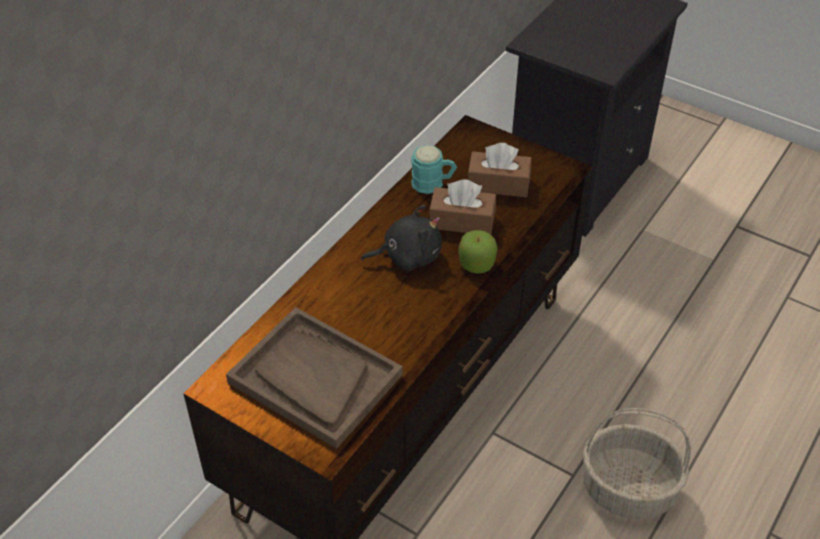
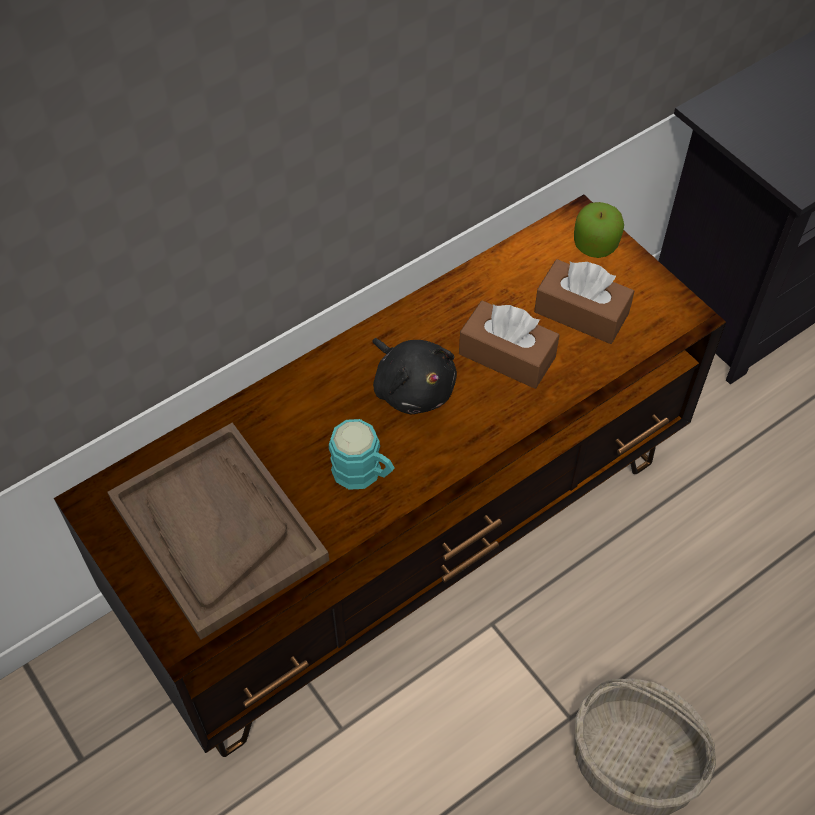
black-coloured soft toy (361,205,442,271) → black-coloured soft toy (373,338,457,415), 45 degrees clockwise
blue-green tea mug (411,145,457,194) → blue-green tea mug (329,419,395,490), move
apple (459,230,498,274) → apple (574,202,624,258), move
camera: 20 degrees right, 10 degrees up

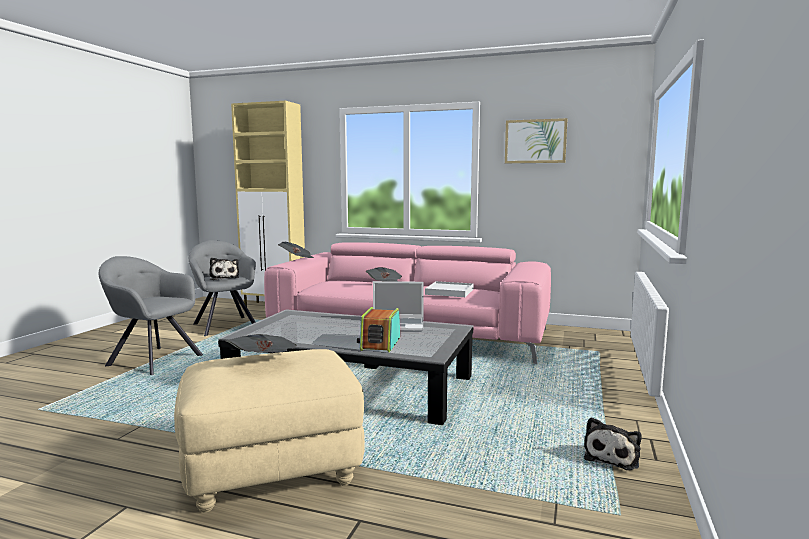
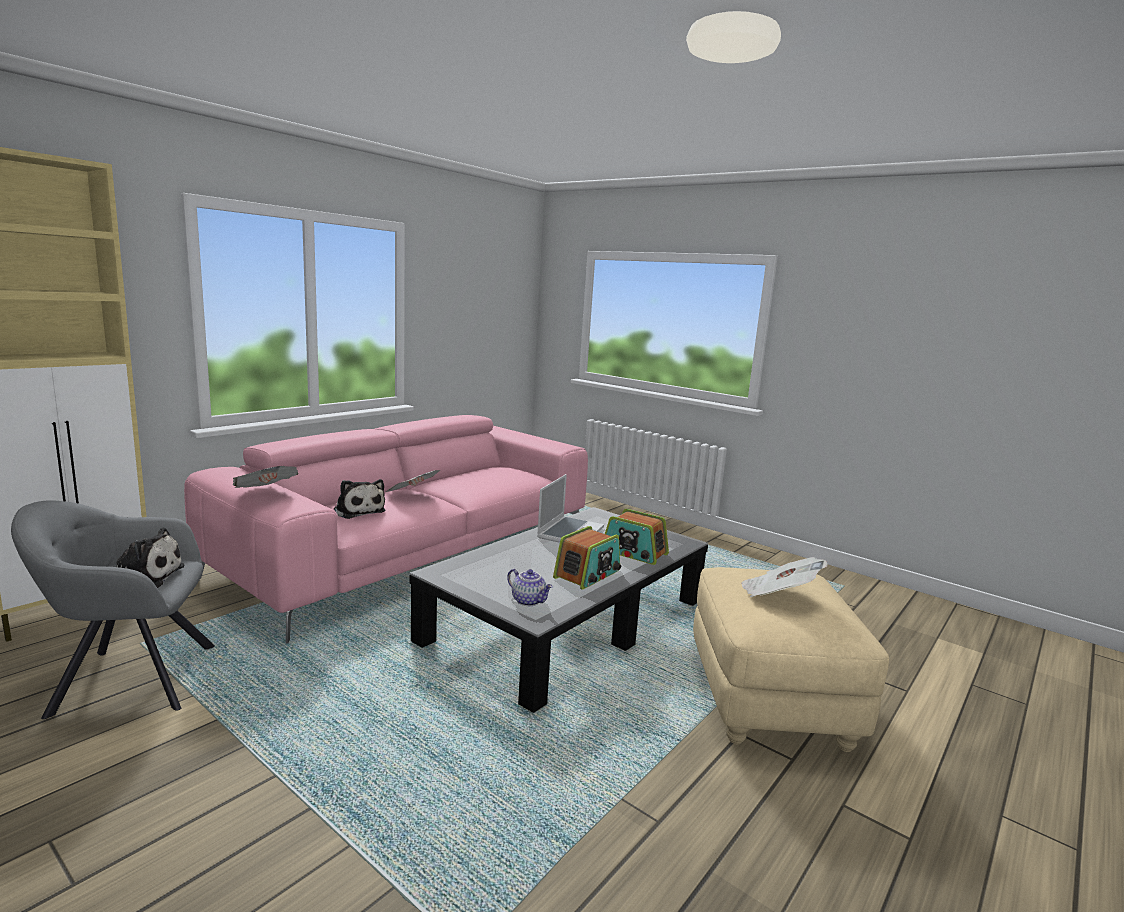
grey easy chair (99,256,203,375) → -
white serving tray (425,281,473,297) → -
wall picture (505,118,567,163) → -
soft toy (584,417,641,470) → soft toy (334,479,386,519), move
- → tea pot (507,569,553,606)
- → radio set (553,526,621,590)
camera: 70 degrees left, 5 degrees up

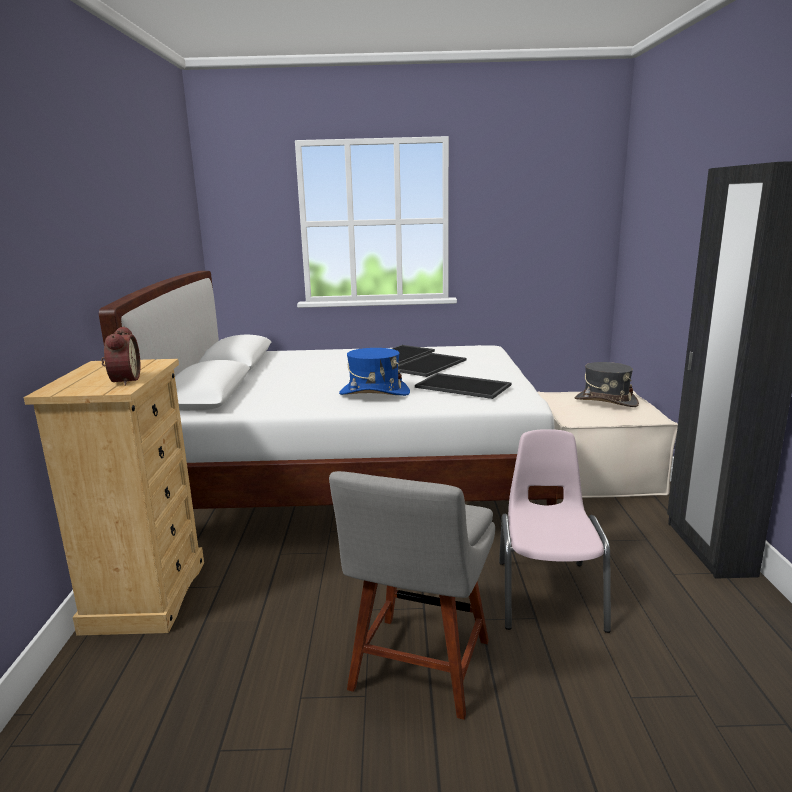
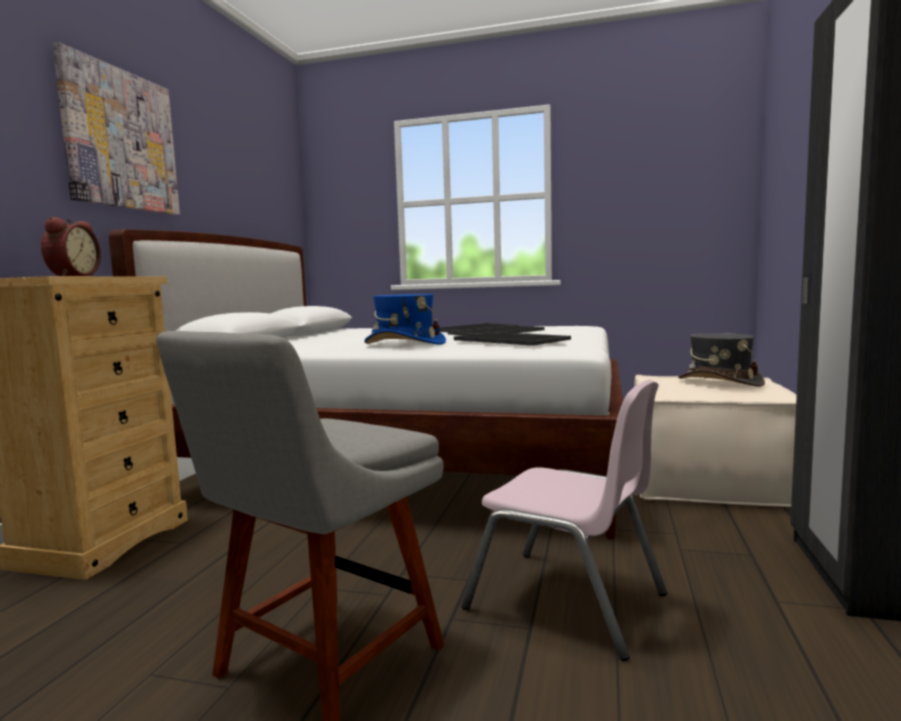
pinkish chair (499,429,611,633) → pinkish chair (461,379,667,661), 105 degrees clockwise
- → wall picture (53,43,180,215)
camera: 15 degrees right, 10 degrees down

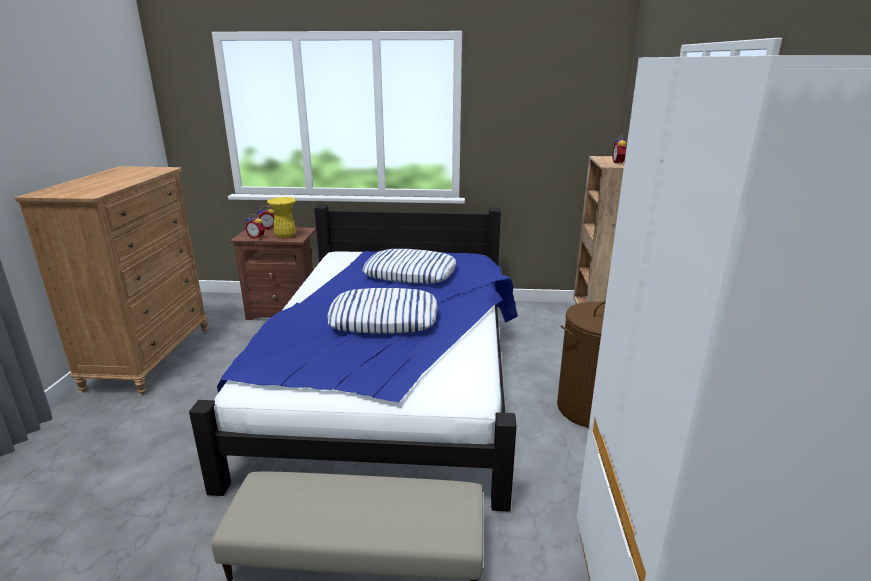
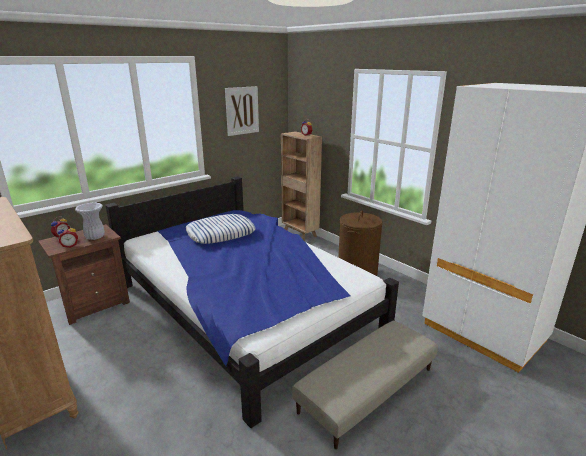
yellow vase (267,197,296,238) → white vase (75,203,105,240)
throw pillow (327,288,438,333) → -
- → wall picture (225,86,259,136)
camera: 45 degrees left, 0 degrees up

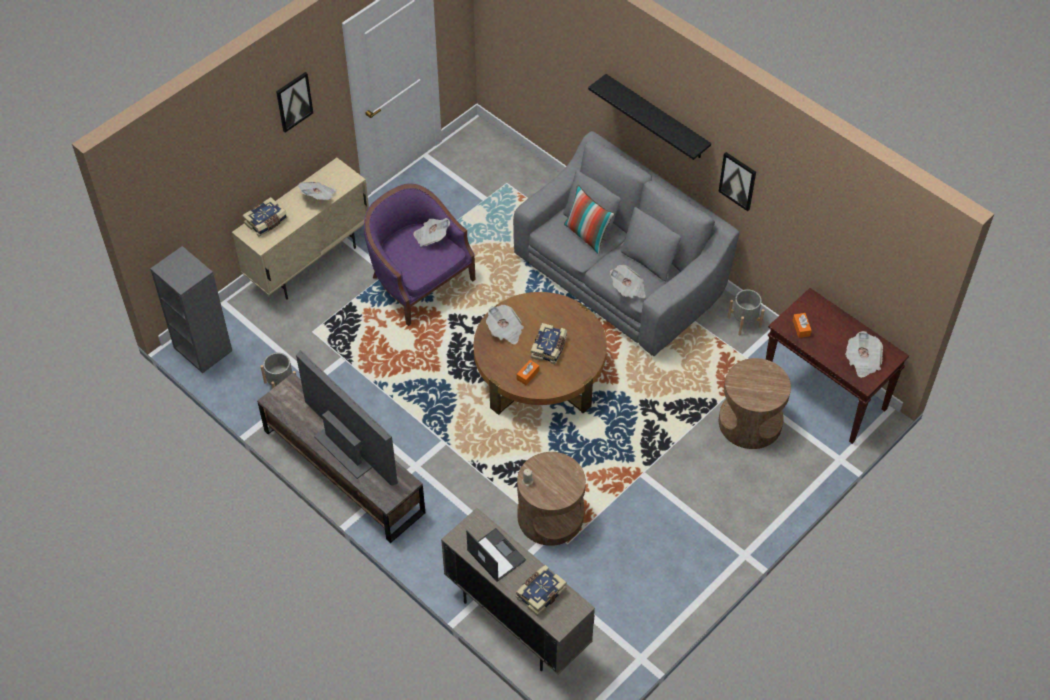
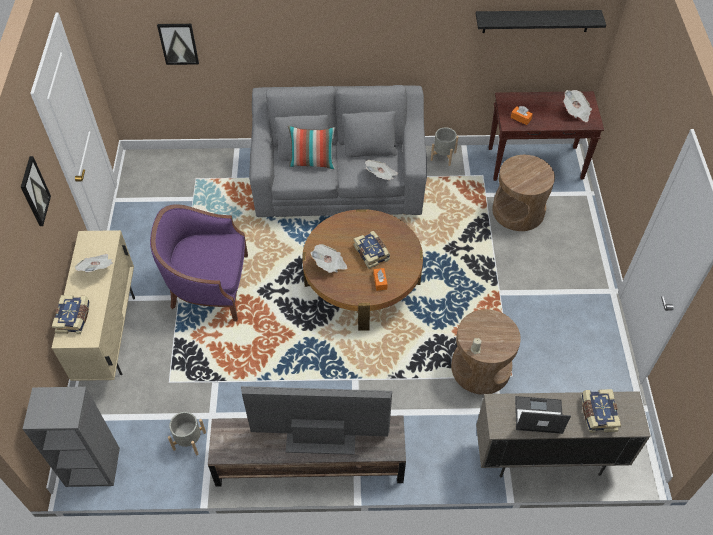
printed paper (413,218,450,247) → -
black-coloured bracket shelf (588,74,711,160) → black-coloured bracket shelf (476,10,606,33), move
wall picture (718,152,756,211) → wall picture (157,23,199,65), move
camera: 45 degrees left, 0 degrees up

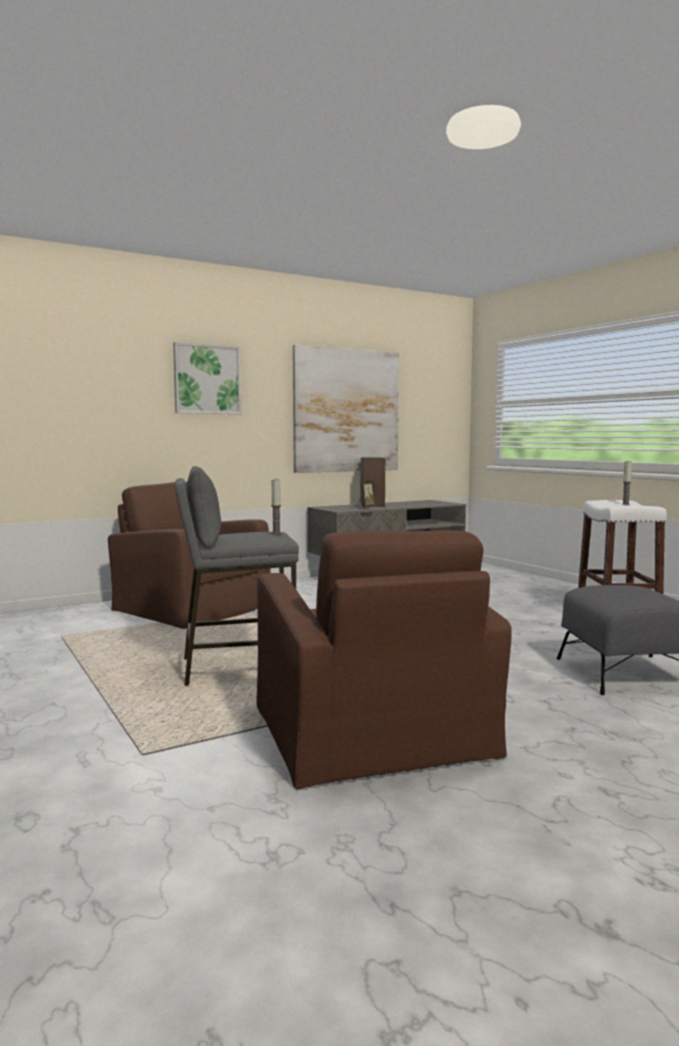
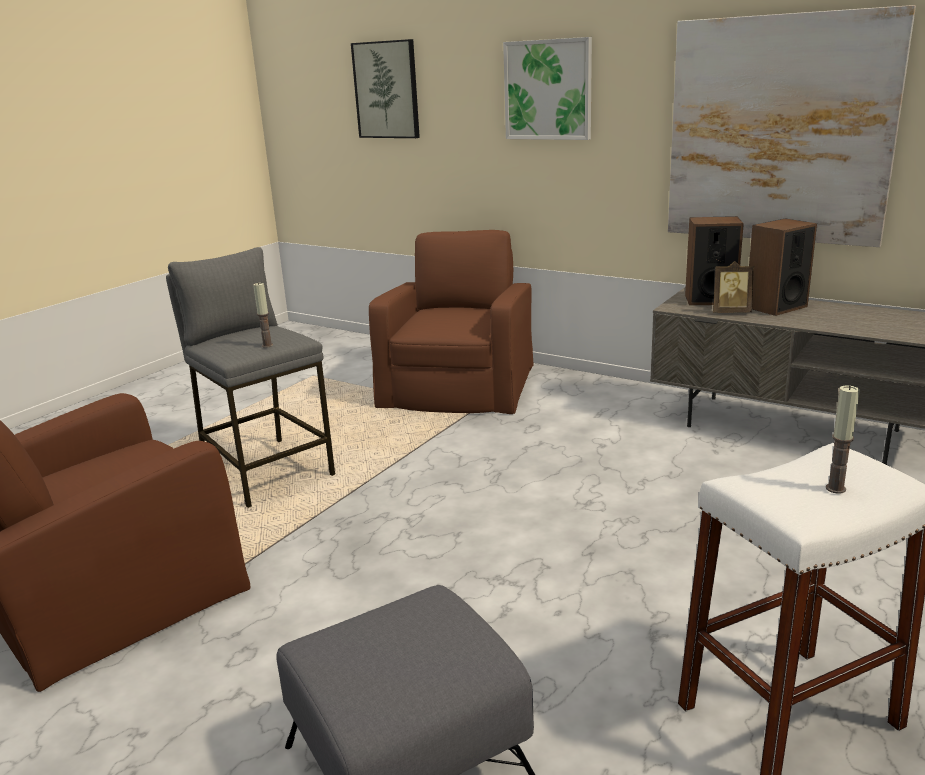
- → wall picture (351,39,420,138)
- → audio speaker (685,216,744,305)
camera: 65 degrees right, 15 degrees up

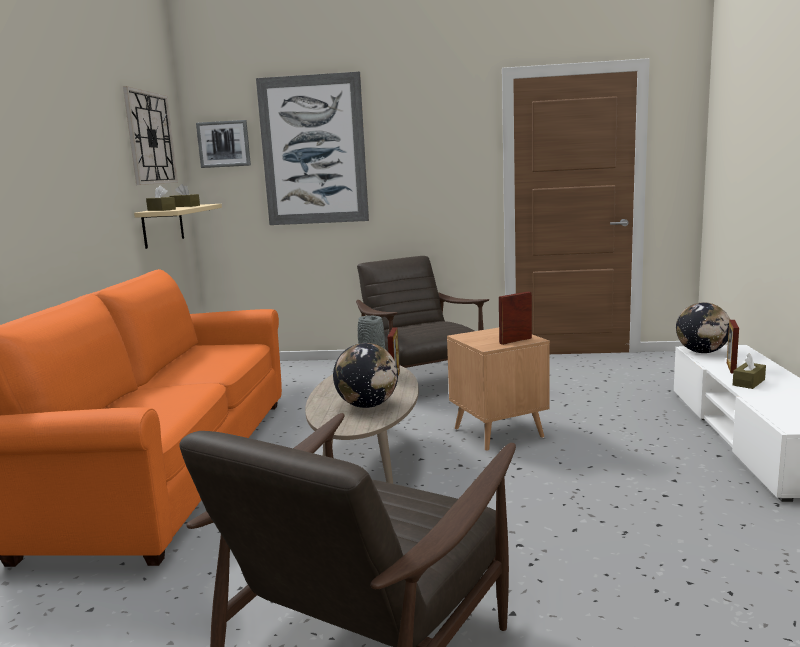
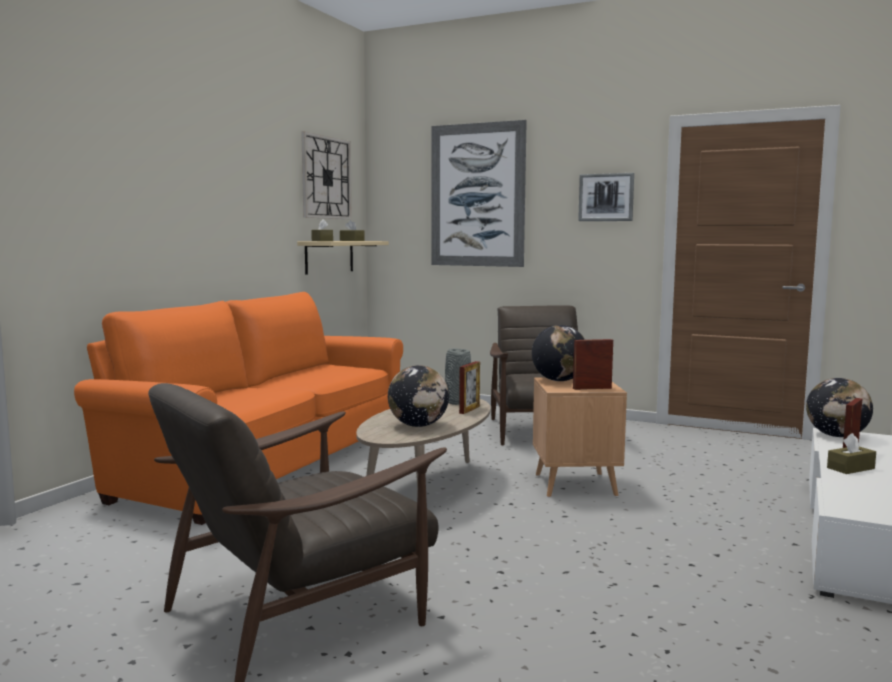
wall picture (196,120,251,168) → wall picture (578,173,634,221), move
- → globe (532,325,585,381)
camera: 20 degrees right, 5 degrees down

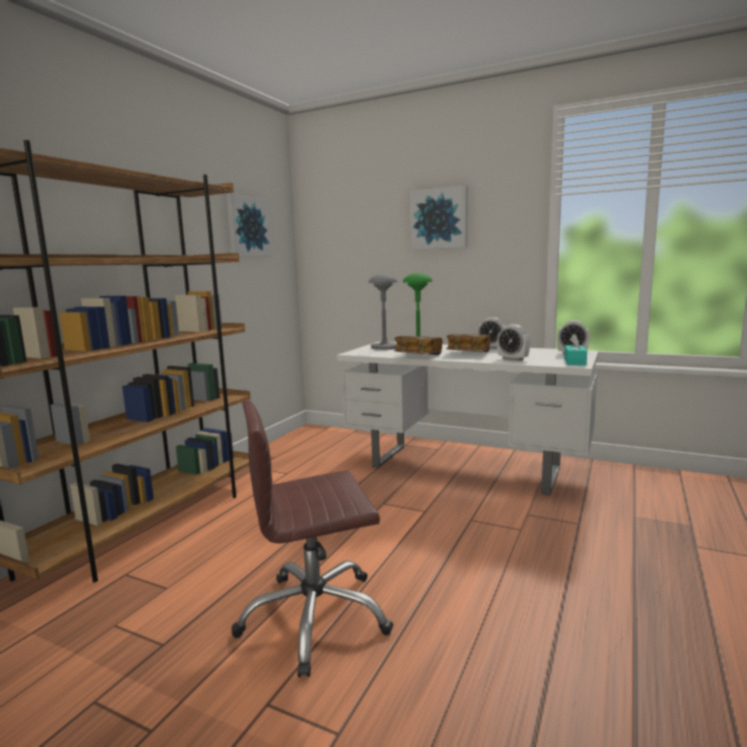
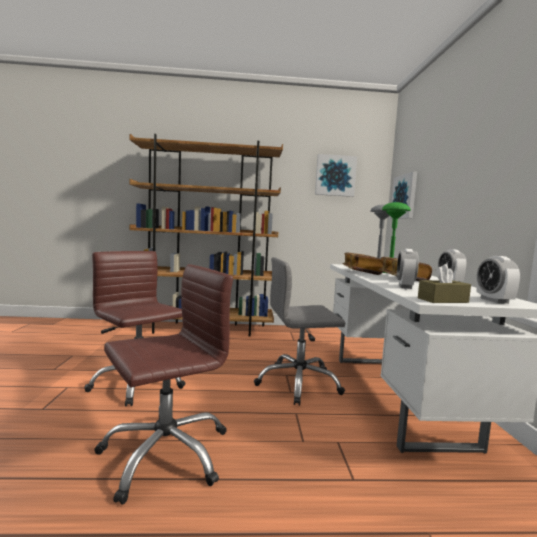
wall picture (410,185,468,250) → wall picture (390,171,417,219), move
blue-green tissue box (564,334,587,366) → brown tissue box (418,264,471,303)
- → brown desk chair (94,264,233,505)
- → grey desk chair (254,257,345,406)
camera: 60 degrees right, 5 degrees down

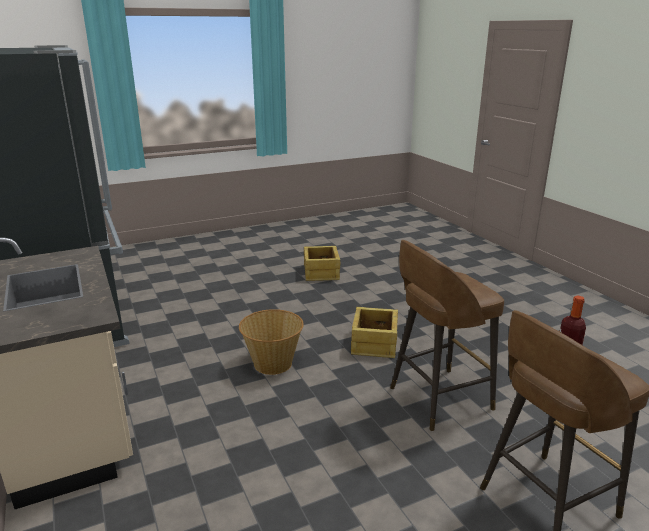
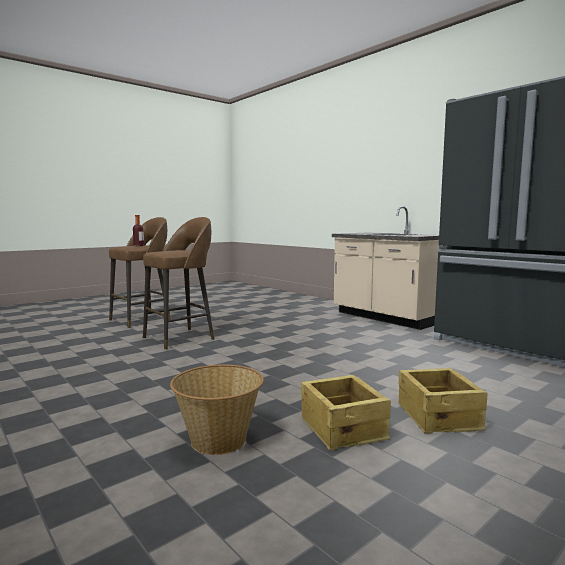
basket (239,309,304,375) → basket (170,364,264,455), move
packing crate (351,307,398,358) → packing crate (398,368,488,434), move
camera: 165 degrees right, 15 degrees down

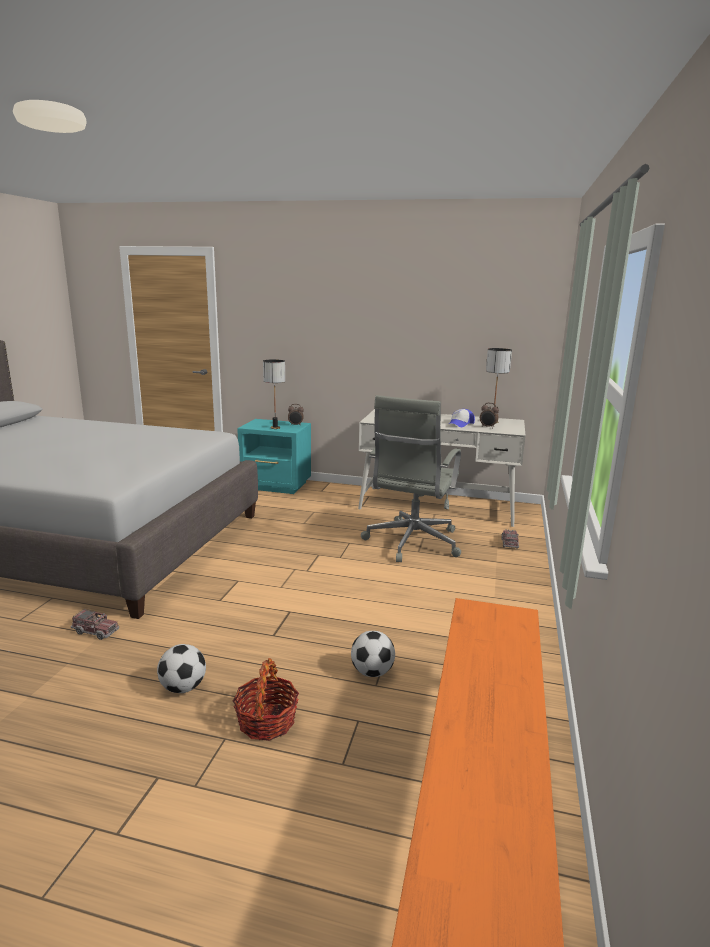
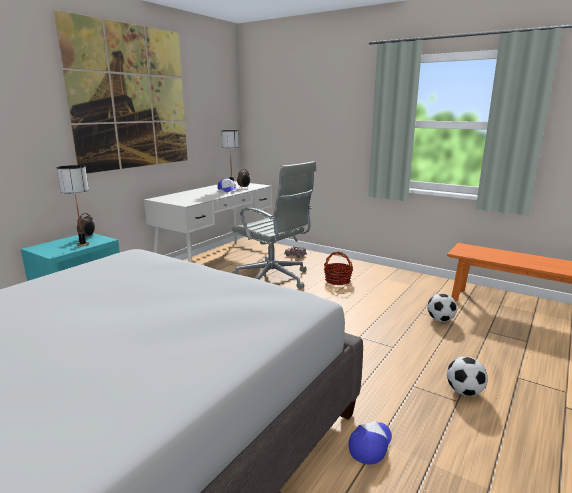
toy lorry (71,609,119,640) → baseball cap (349,421,392,465)
basket (233,658,299,741) → basket (324,252,353,285), move
- → wall picture (54,10,188,174)
camera: 70 degrees left, 0 degrees up

